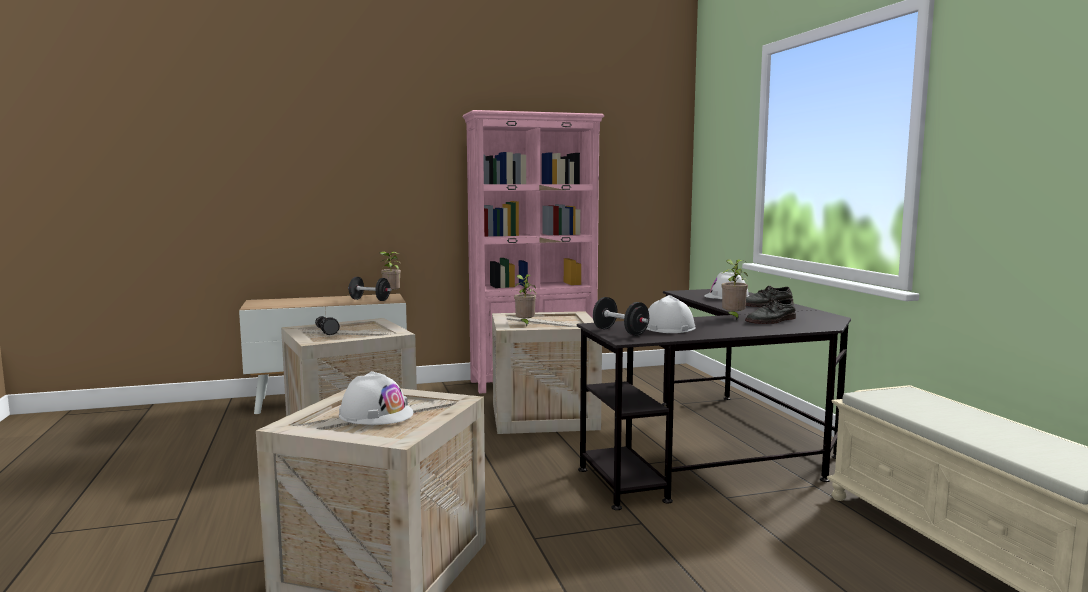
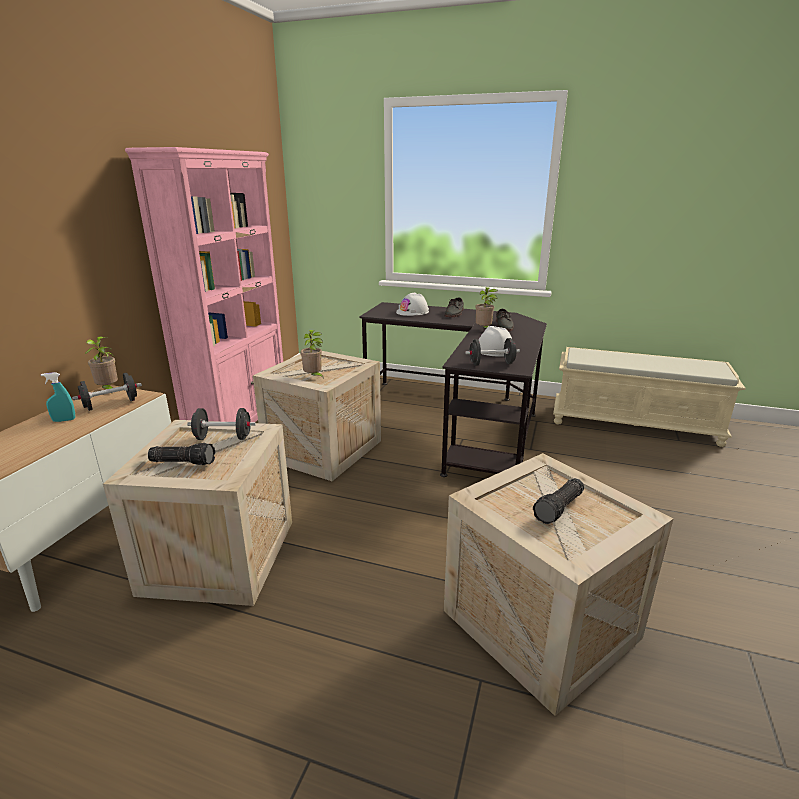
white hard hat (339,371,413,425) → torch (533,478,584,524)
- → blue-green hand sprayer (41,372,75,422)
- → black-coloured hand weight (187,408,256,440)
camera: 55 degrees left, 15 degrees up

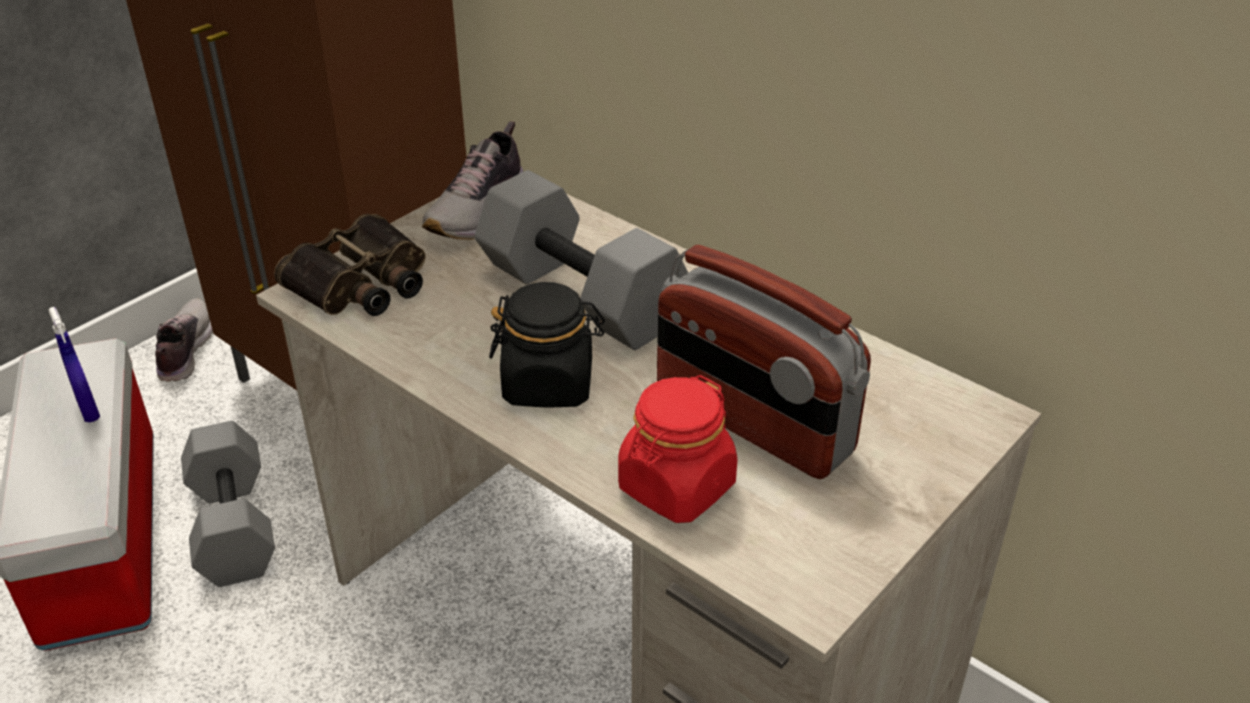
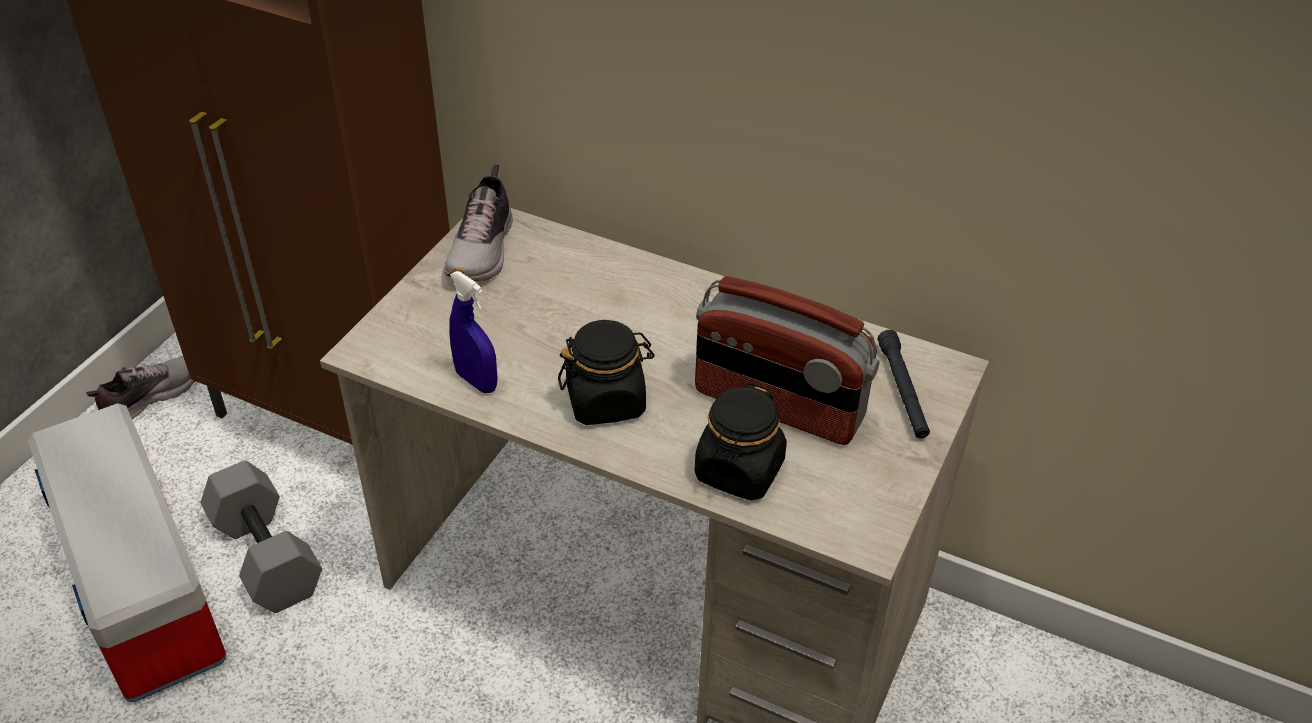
blue-coloured hand sprayer (48,307,100,422) → blue-coloured hand sprayer (449,271,497,393), move
item of footwear (155,298,213,382) → item of footwear (86,356,196,419), 60 degrees clockwise
field glasses (274,214,426,316) → -
grey hand weight (475,170,688,350) → -
reddish jar (618,375,738,523) → black-coloured jar (694,382,787,501)
- → black-coloured torch (878,330,930,438)
camera: 15 degrees left, 5 degrees up

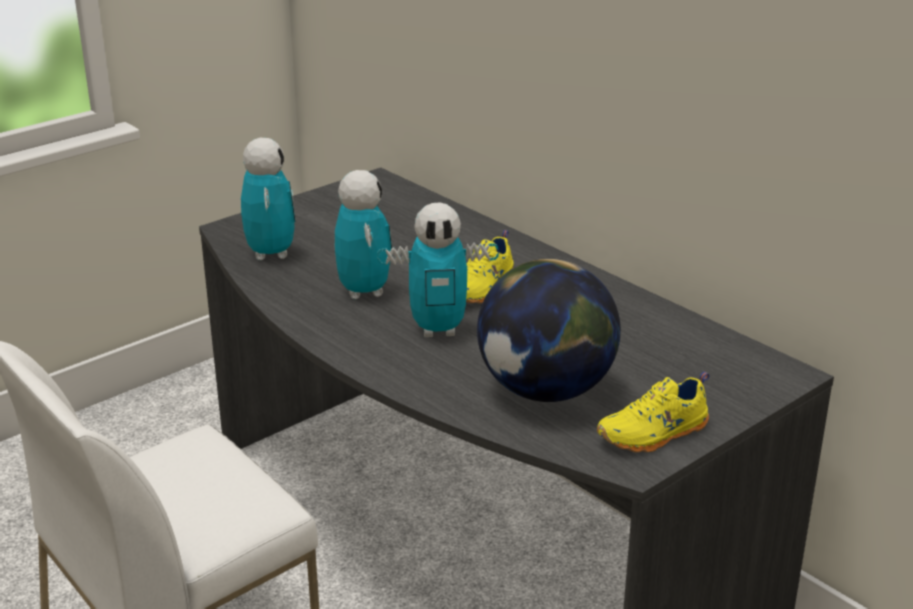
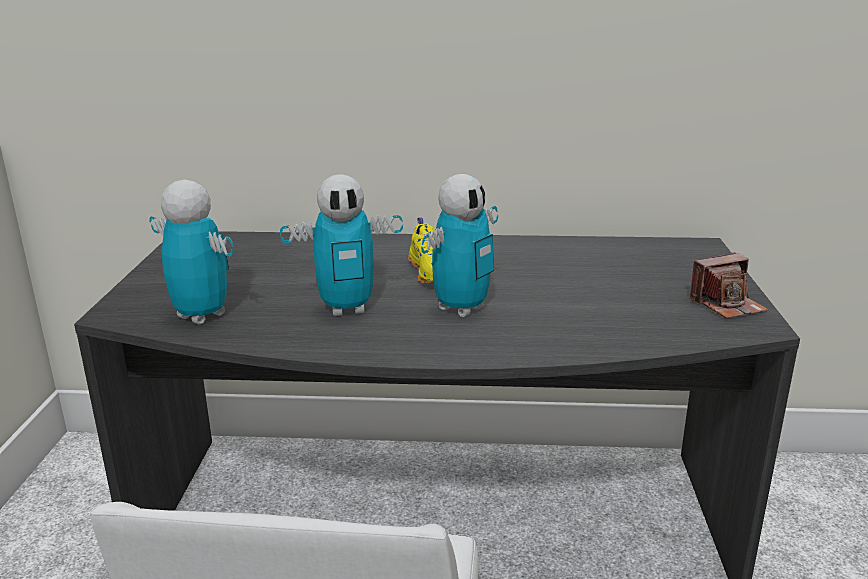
toy robot (335,170,393,299) → toy robot (280,174,403,316), 135 degrees clockwise
globe (477,259,621,402) → -
yellow item of footwear (597,372,709,453) → photo camera (690,252,768,318)
camera: 45 degrees left, 5 degrees down

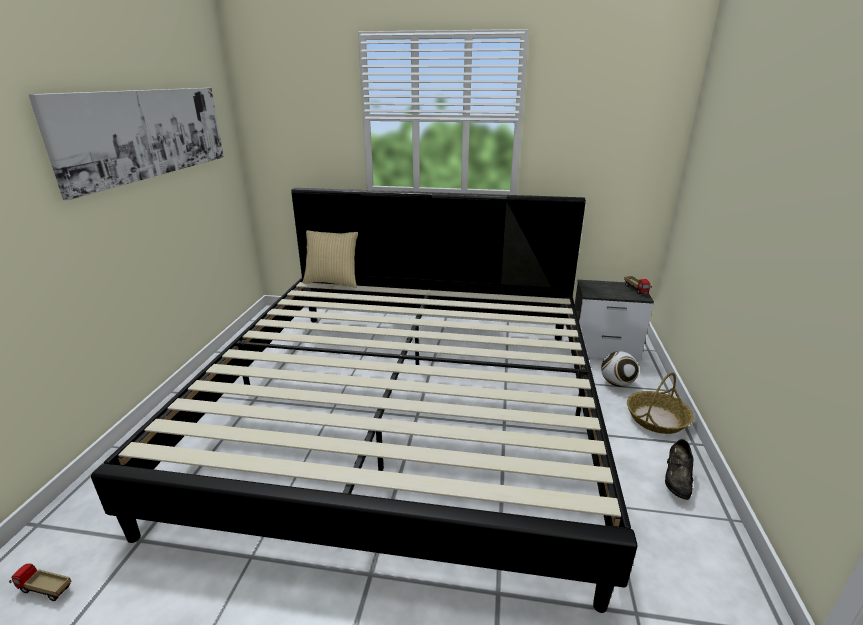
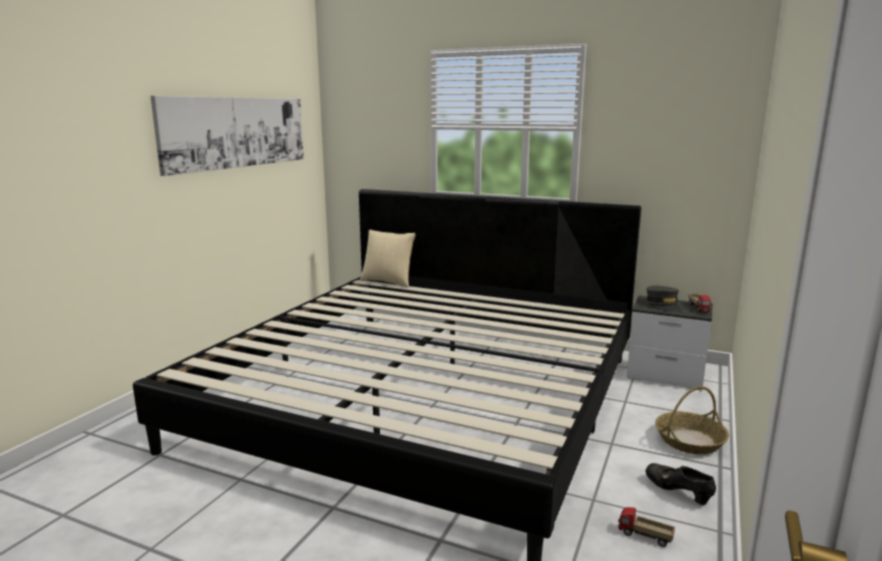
toy lorry (9,564,72,601) → toy lorry (618,507,675,547), move
ball for football (601,351,639,387) → -
black-coloured item of footwear (665,439,694,500) → black-coloured item of footwear (646,463,716,505), 105 degrees clockwise
- → grey baseball cap (647,286,681,312)
camera: 15 degrees right, 10 degrees down

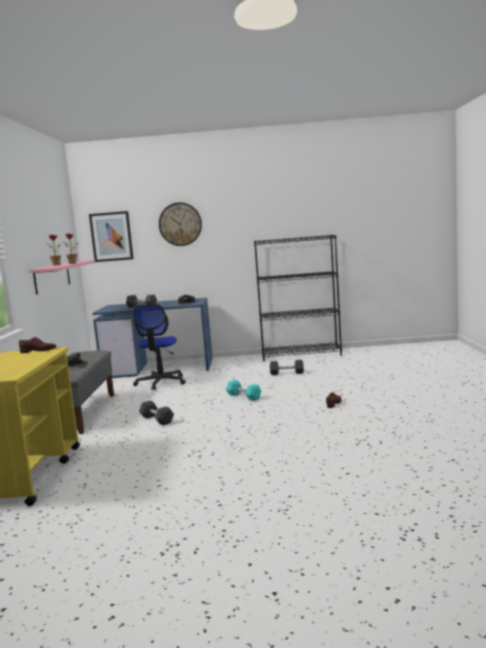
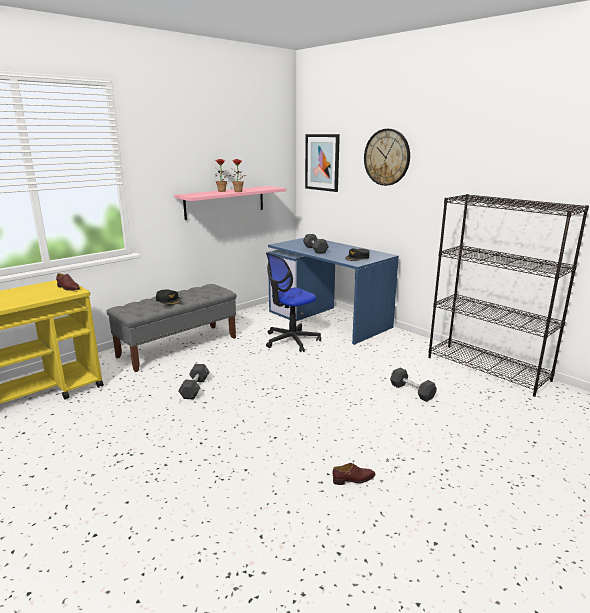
blue-green hand weight (226,380,262,401) → -
camera: 45 degrees right, 10 degrees up

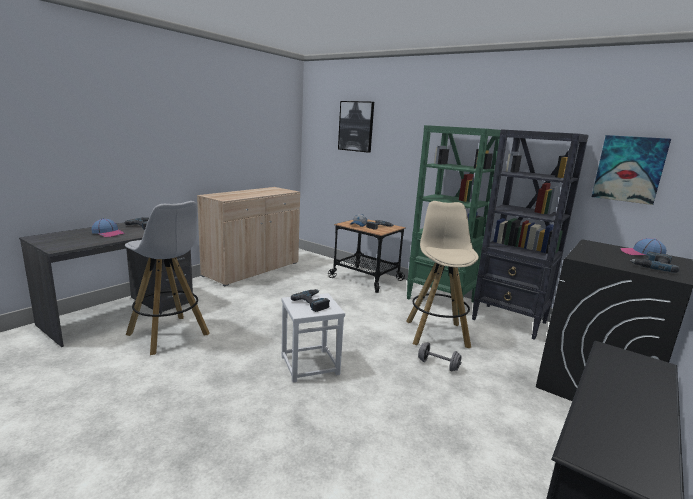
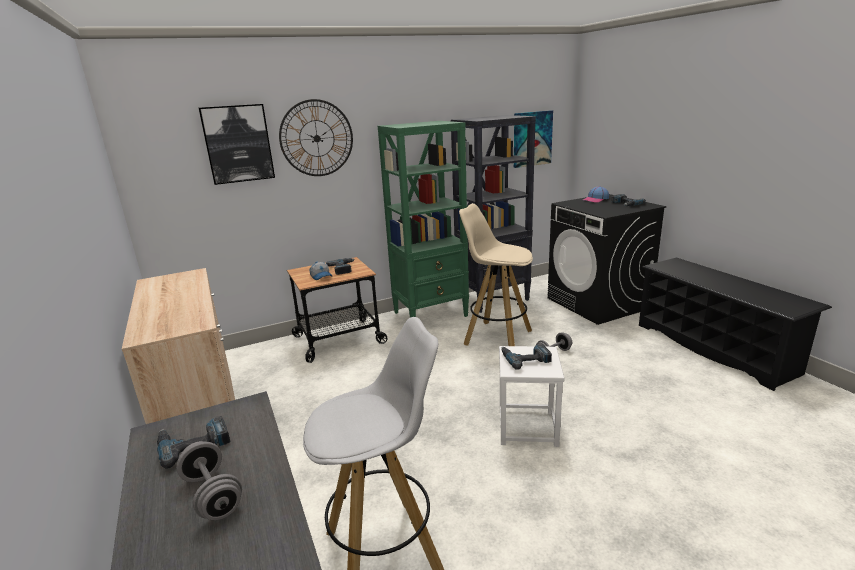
baseball cap (91,218,125,237) → grey hand weight (176,441,242,520)
- → clock on the wall (279,99,353,176)
camera: 60 degrees left, 5 degrees up

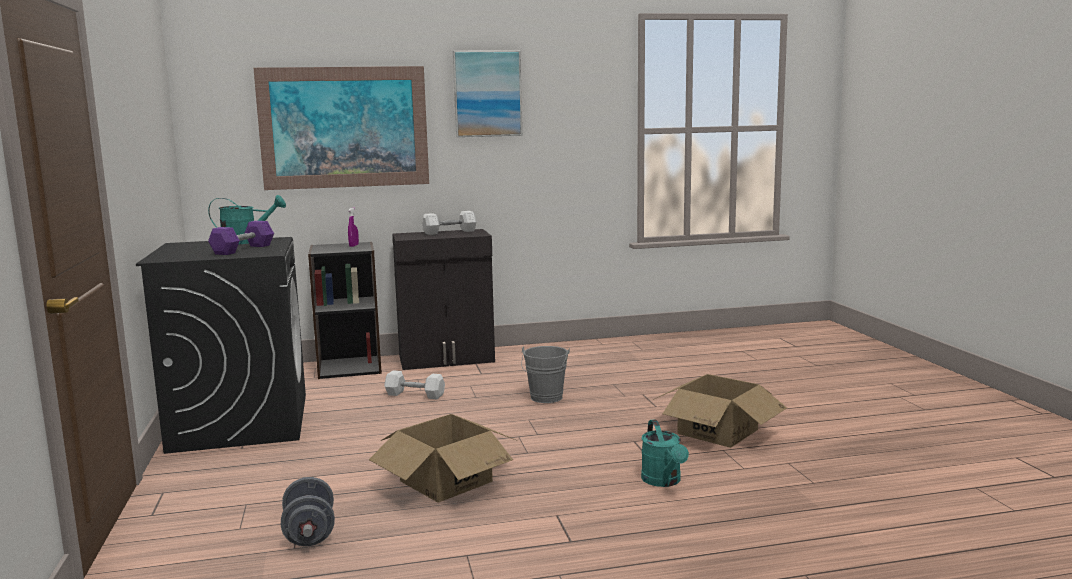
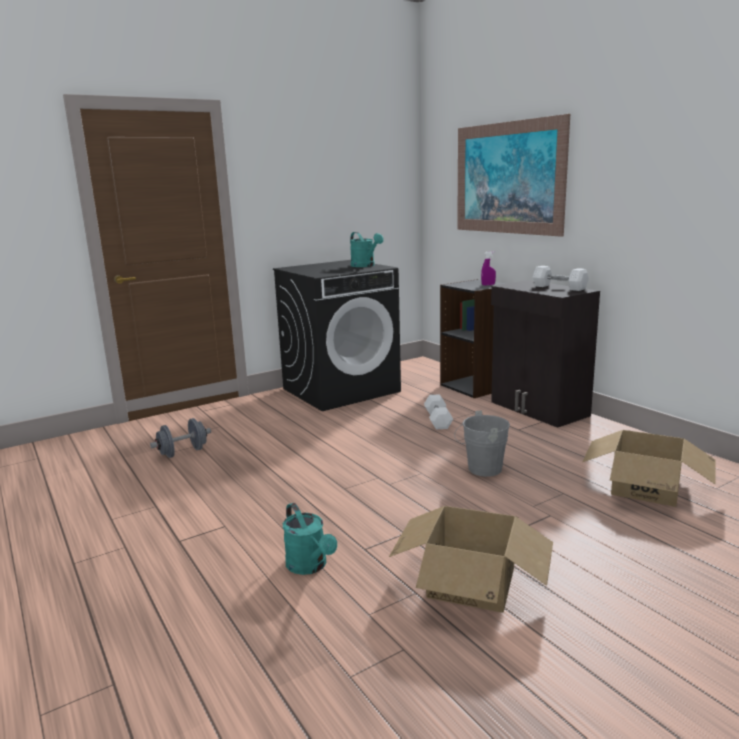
purplish hand weight (208,221,274,255) → -
carton (369,414,516,502) → carton (583,430,716,507), move
wall picture (453,50,522,137) → -
blue-green sprinkling can (641,419,689,487) → blue-green sprinkling can (283,503,337,575), 90 degrees counterclockwise
camera: 70 degrees right, 5 degrees up

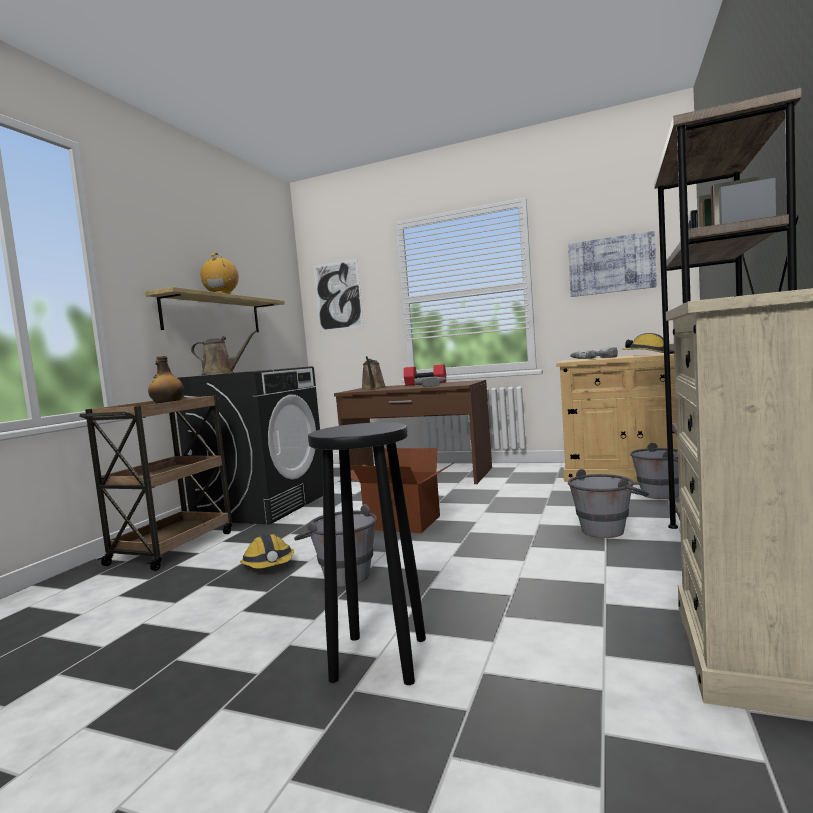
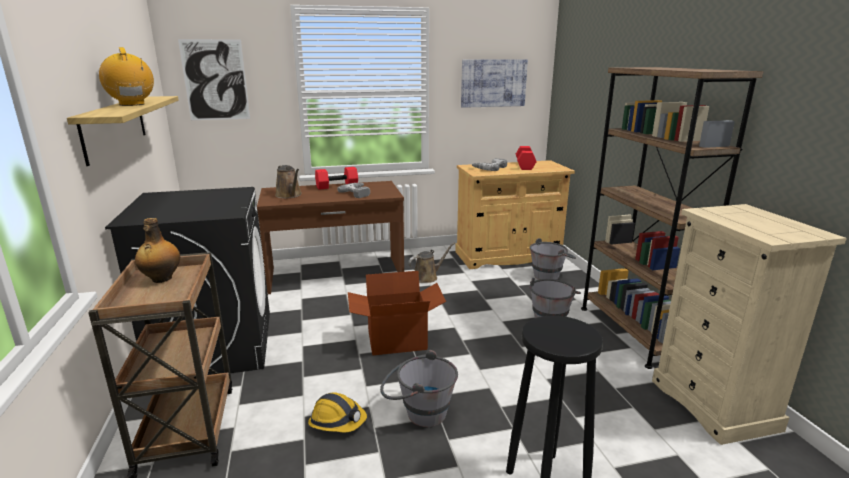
brown sprinkling can (191,330,257,375) → brown sprinkling can (408,243,455,283), move
hard hat (621,333,664,353) → reddish hand weight (516,146,537,170)
camera: 35 degrees left, 15 degrees up

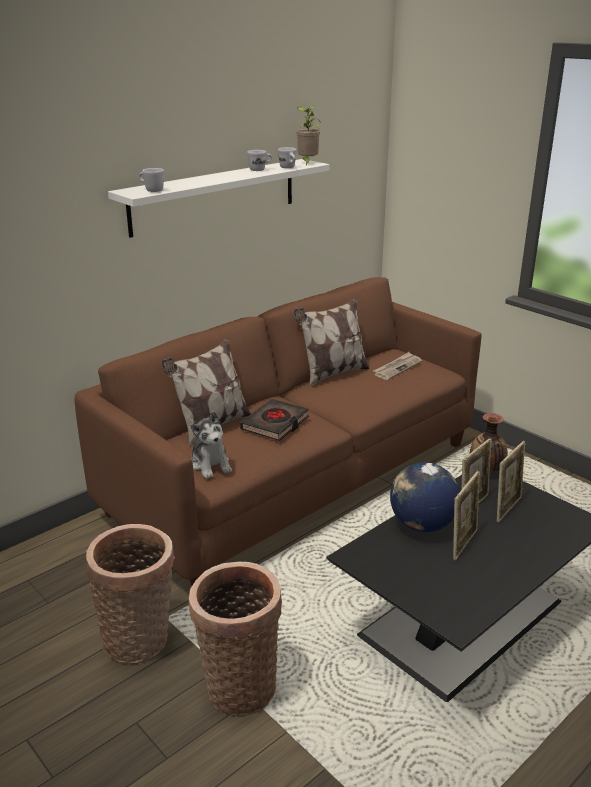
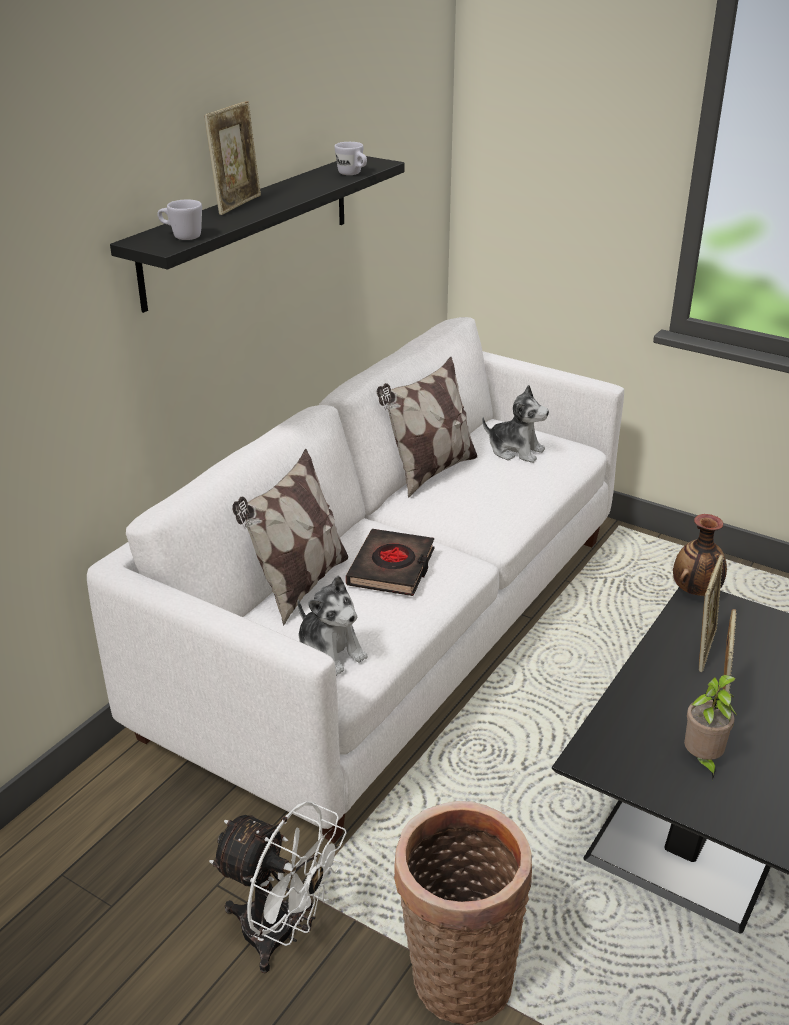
brown settee (75,277,481,587) → white settee (87,317,624,843)
basket (86,524,175,664) → white fan (209,801,347,973)
white bracket shelf (108,159,329,238) → black-coloured bracket shelf (110,156,405,313)
white tea mug (247,150,272,171) → -
houseplant (296,106,321,165) → houseplant (684,675,737,780), move
printed paper (373,352,422,380) → soft toy (482,385,549,463)
globe (390,462,460,532) → -
standing frame (497,441,525,522) → standing frame (204,101,261,215), move
camera: 15 degrees left, 5 degrees up

